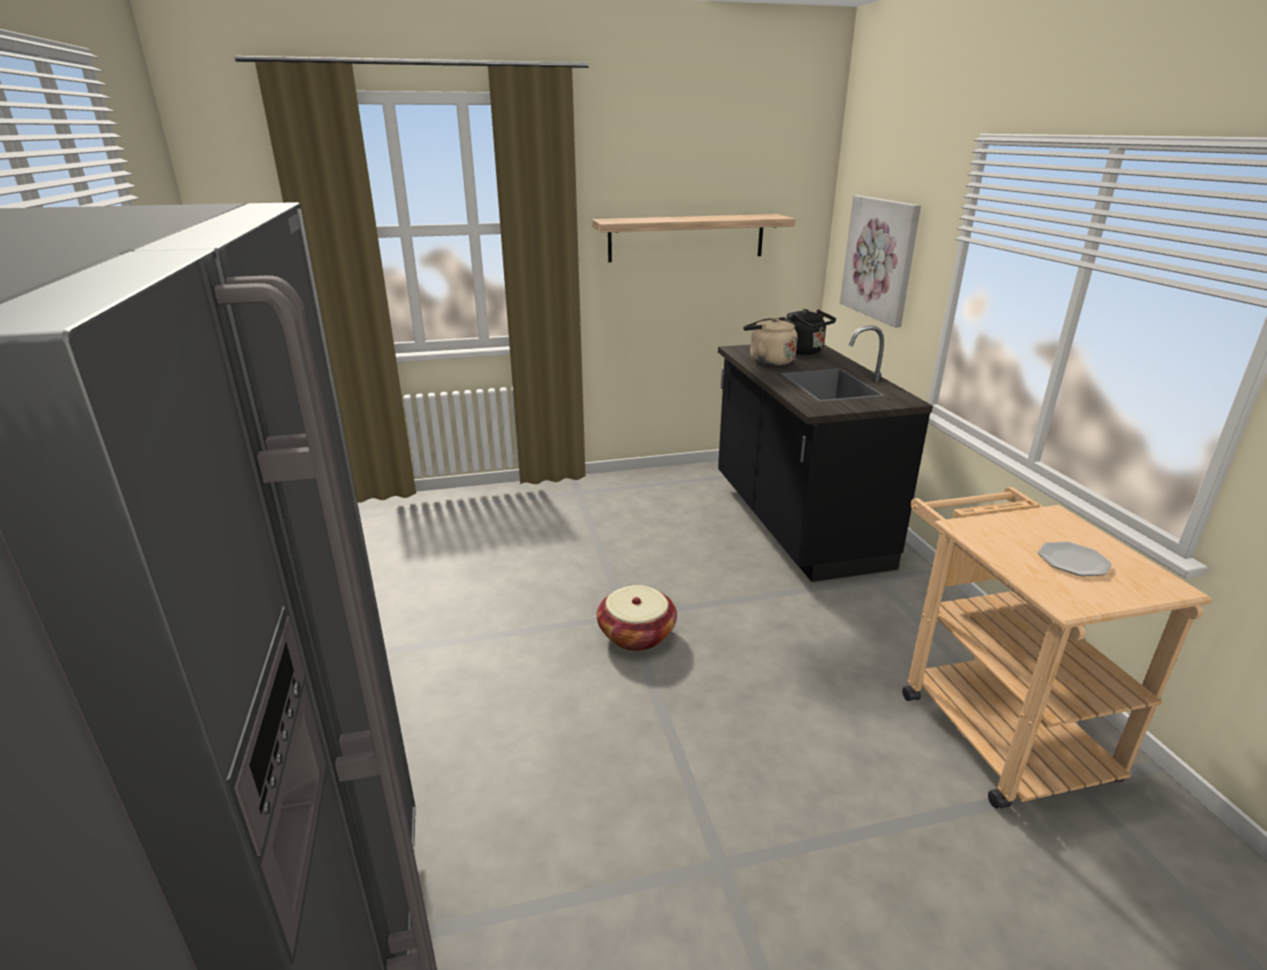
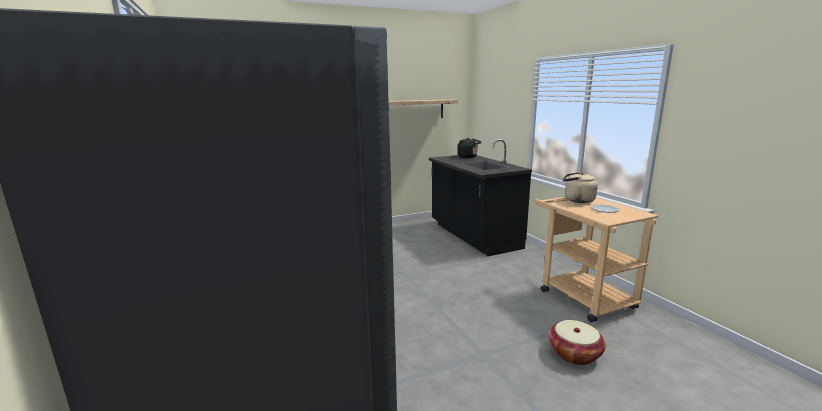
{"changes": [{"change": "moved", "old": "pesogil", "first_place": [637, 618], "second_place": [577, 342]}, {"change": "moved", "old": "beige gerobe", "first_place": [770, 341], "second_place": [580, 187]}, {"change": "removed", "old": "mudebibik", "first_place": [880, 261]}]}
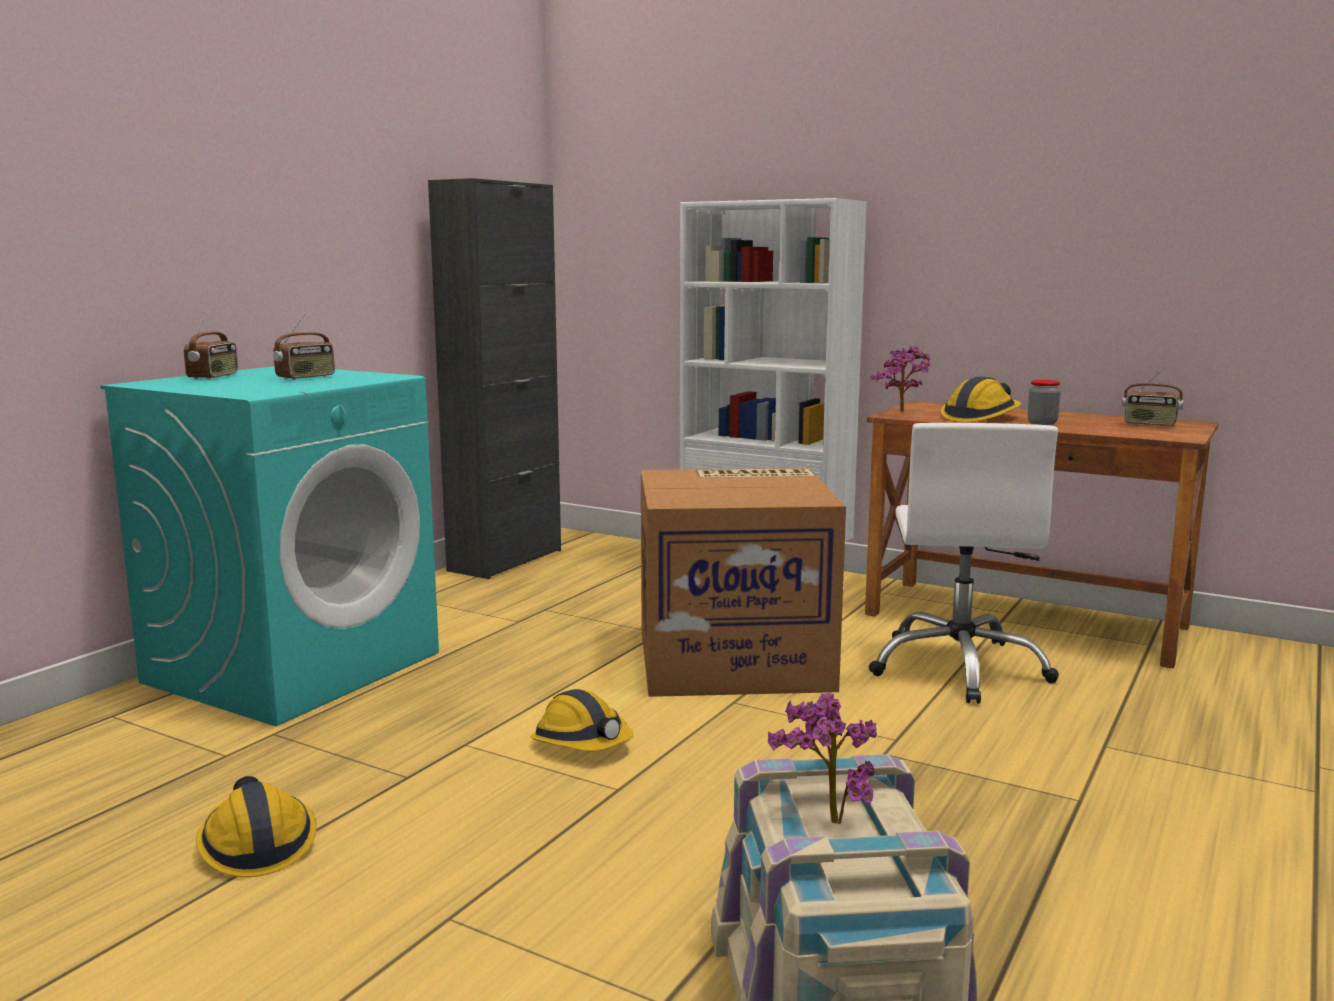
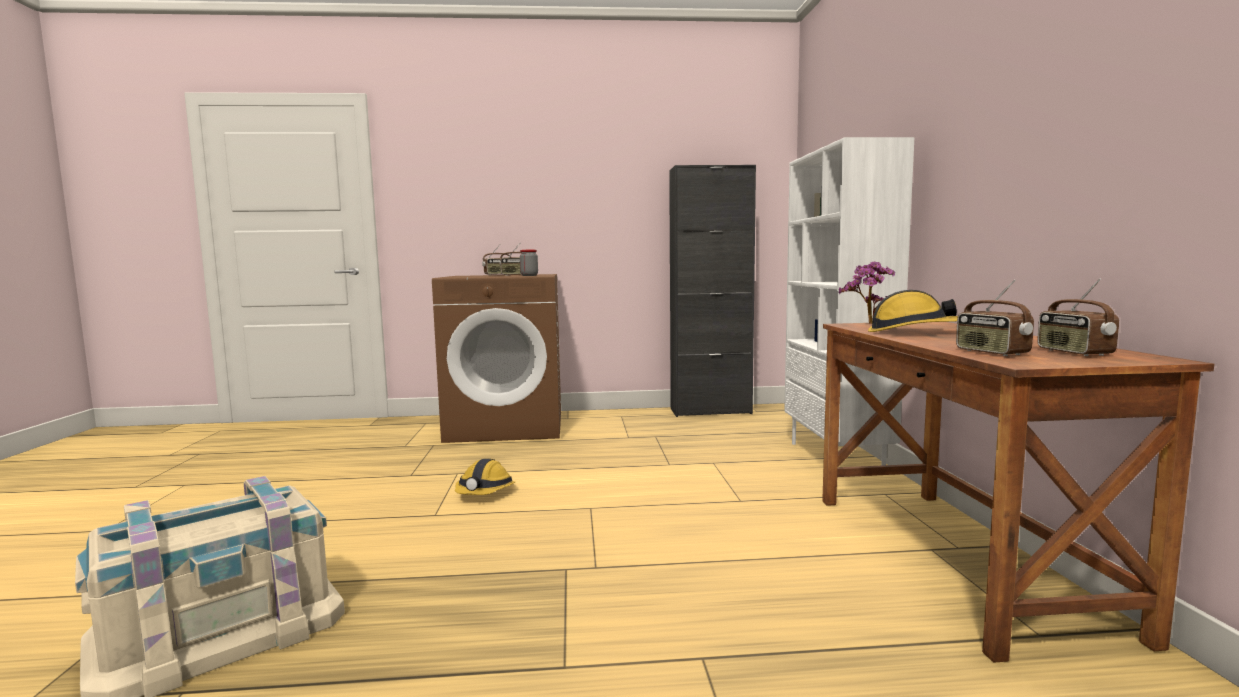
{"changes": [{"change": "recoloured", "old": "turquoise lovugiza", "new": "brown lovugiza", "first_place": [269, 546], "second_place": [496, 358]}, {"change": "removed", "old": "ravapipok", "first_place": [256, 826]}, {"change": "removed", "old": "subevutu", "first_place": [743, 582]}, {"change": "removed", "old": "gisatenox", "first_place": [822, 758]}, {"change": "removed", "old": "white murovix", "first_place": [964, 563]}, {"change": "moved", "old": "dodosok", "first_place": [1044, 402], "second_place": [529, 263]}, {"change": "added", "new": "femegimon", "second_place": [995, 317]}]}
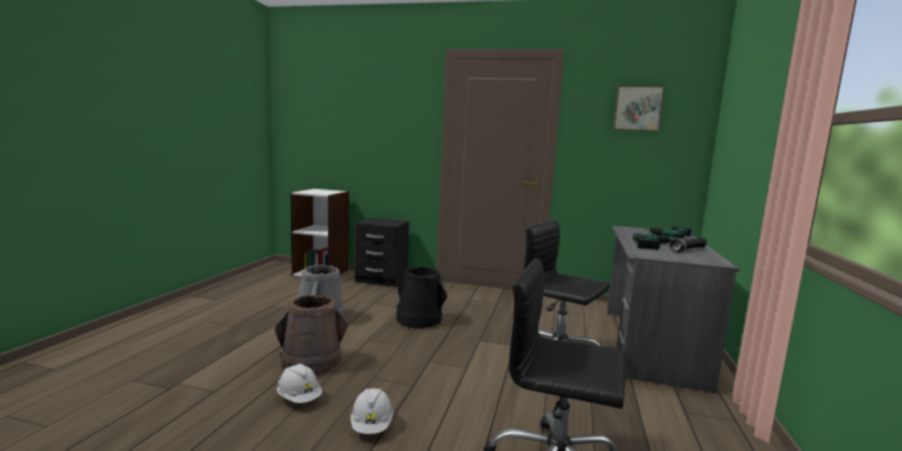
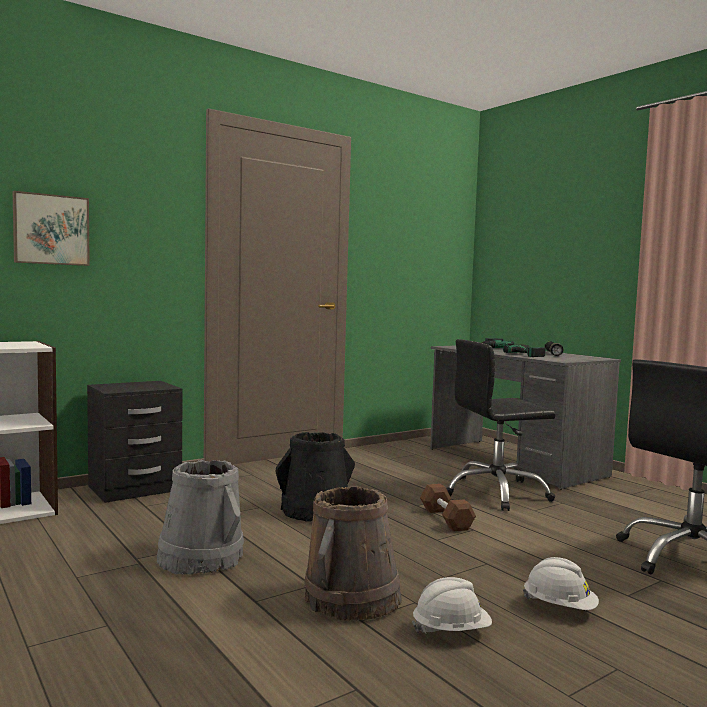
{"changes": [{"change": "moved", "old": "mudebibik", "first_place": [639, 108], "second_place": [51, 228]}, {"change": "added", "new": "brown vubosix", "second_place": [448, 507]}]}
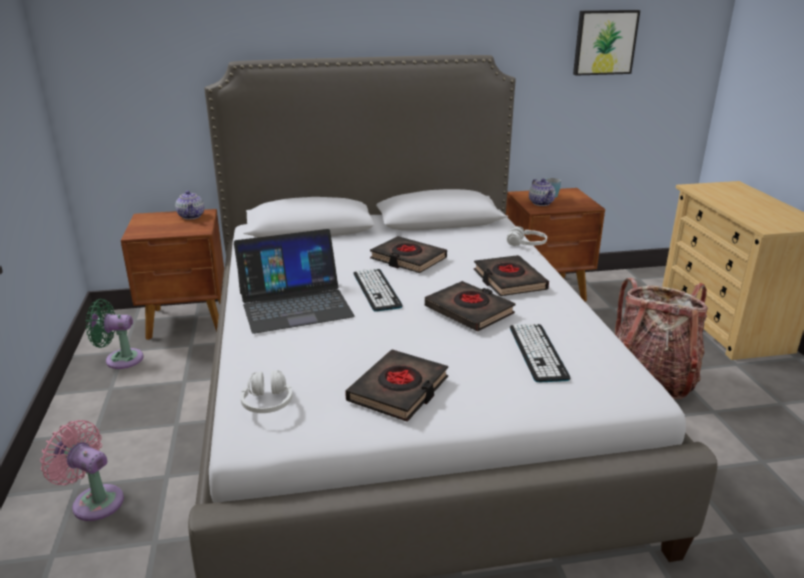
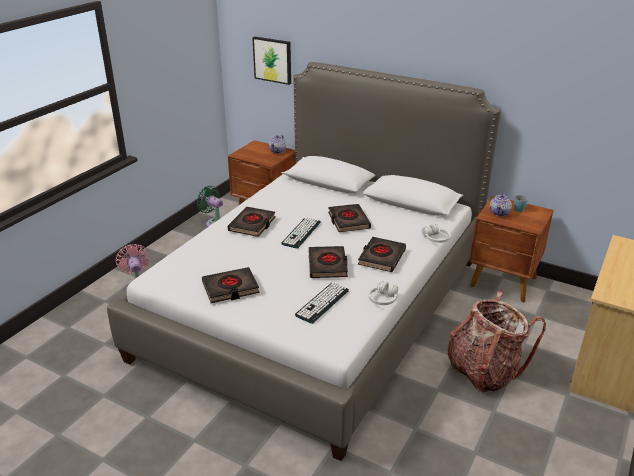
{"changes": [{"change": "replaced", "old": "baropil", "new": "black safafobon", "first_place": [294, 281], "second_place": [251, 222]}, {"change": "moved", "old": "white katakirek", "first_place": [266, 391], "second_place": [383, 293]}, {"change": "moved", "old": "mudebibik", "first_place": [606, 43], "second_place": [271, 61]}]}
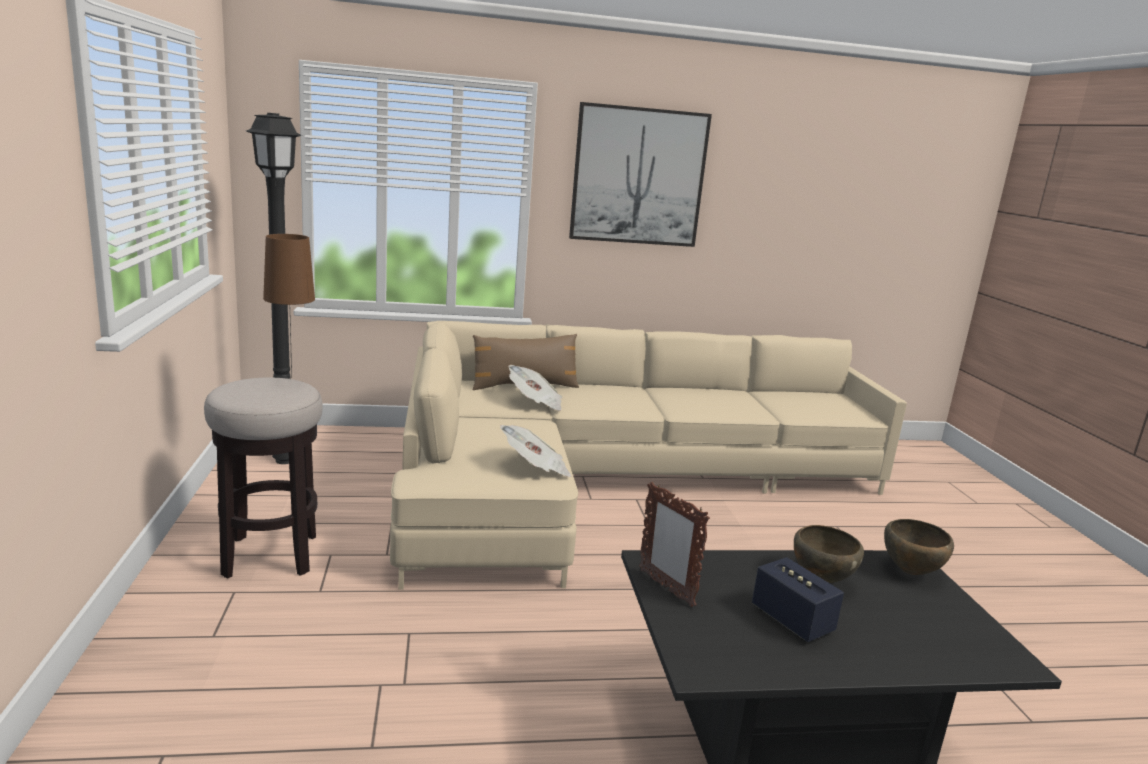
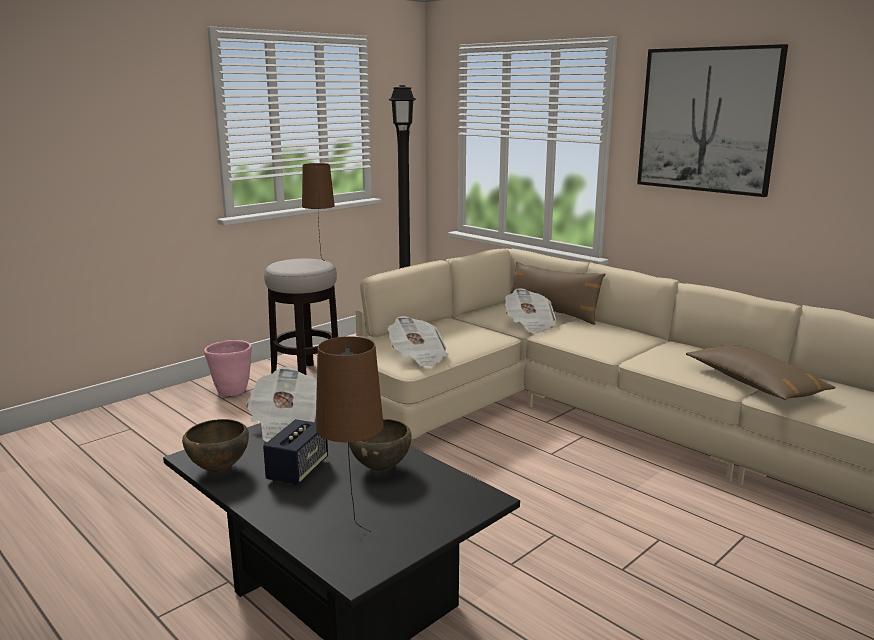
{"changes": [{"change": "replaced", "old": "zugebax", "new": "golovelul", "first_place": [674, 544], "second_place": [281, 404]}, {"change": "moved", "old": "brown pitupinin", "first_place": [919, 547], "second_place": [215, 445]}, {"change": "added", "new": "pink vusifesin", "second_place": [228, 368]}, {"change": "added", "new": "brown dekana", "second_place": [350, 434]}, {"change": "added", "new": "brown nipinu", "second_place": [761, 372]}]}
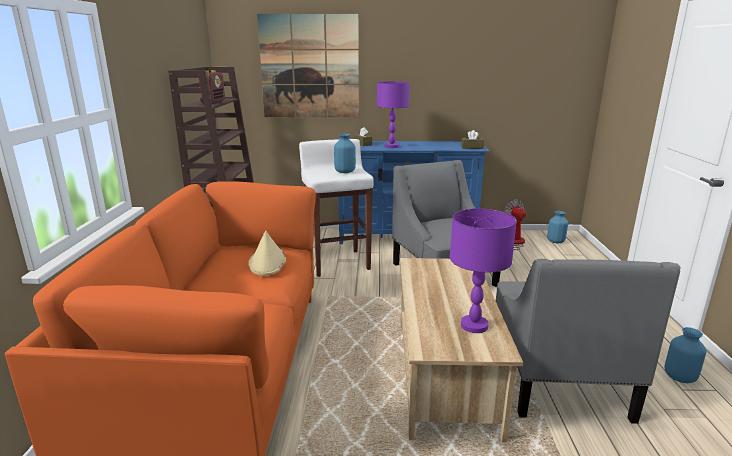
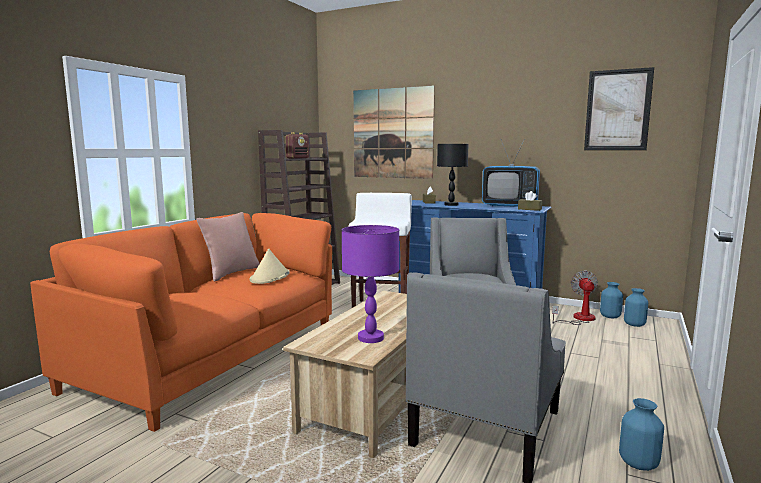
{"changes": [{"change": "moved", "old": "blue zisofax", "first_place": [345, 153], "second_place": [611, 300]}, {"change": "recoloured", "old": "purple dekana", "new": "black dekana", "first_place": [393, 114], "second_place": [452, 175]}, {"change": "added", "new": "pink nipinu", "second_place": [228, 247]}, {"change": "added", "new": "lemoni", "second_place": [511, 173]}, {"change": "added", "new": "mudebibik", "second_place": [619, 108]}]}
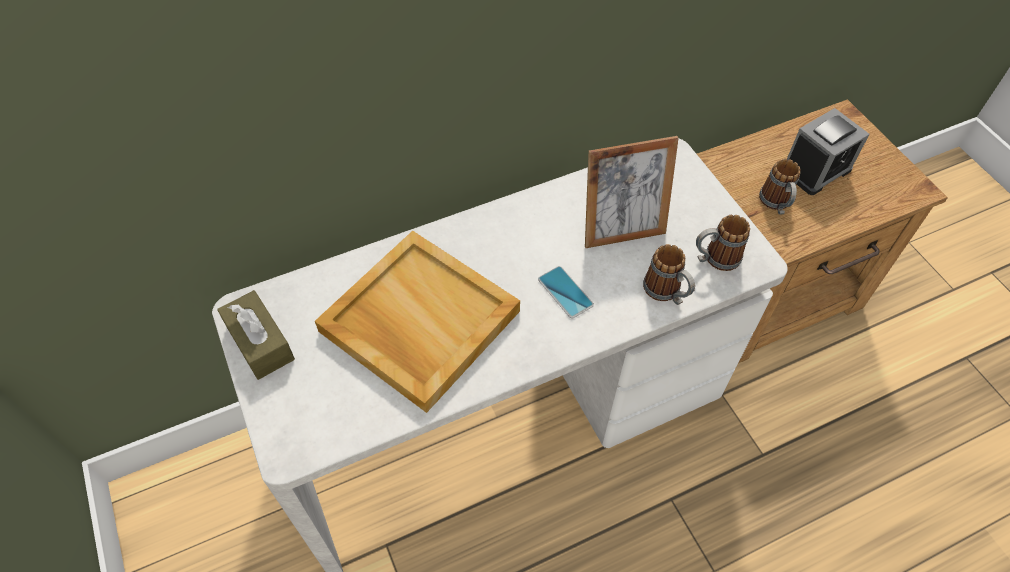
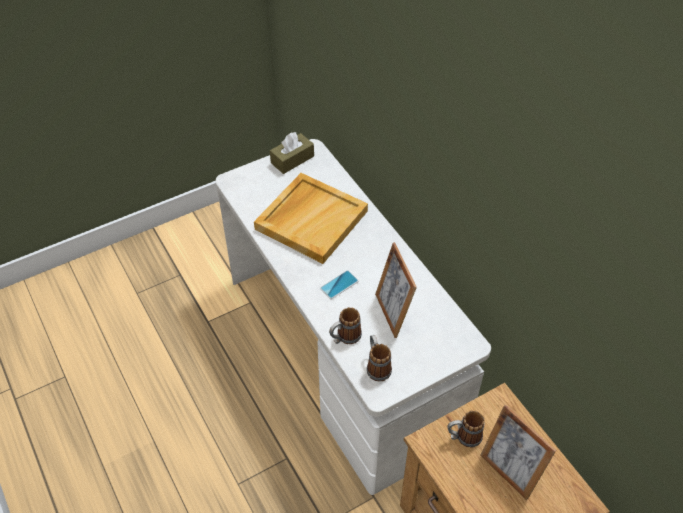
{"changes": [{"change": "replaced", "old": "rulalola", "new": "zugebax", "first_place": [828, 151], "second_place": [518, 452]}]}
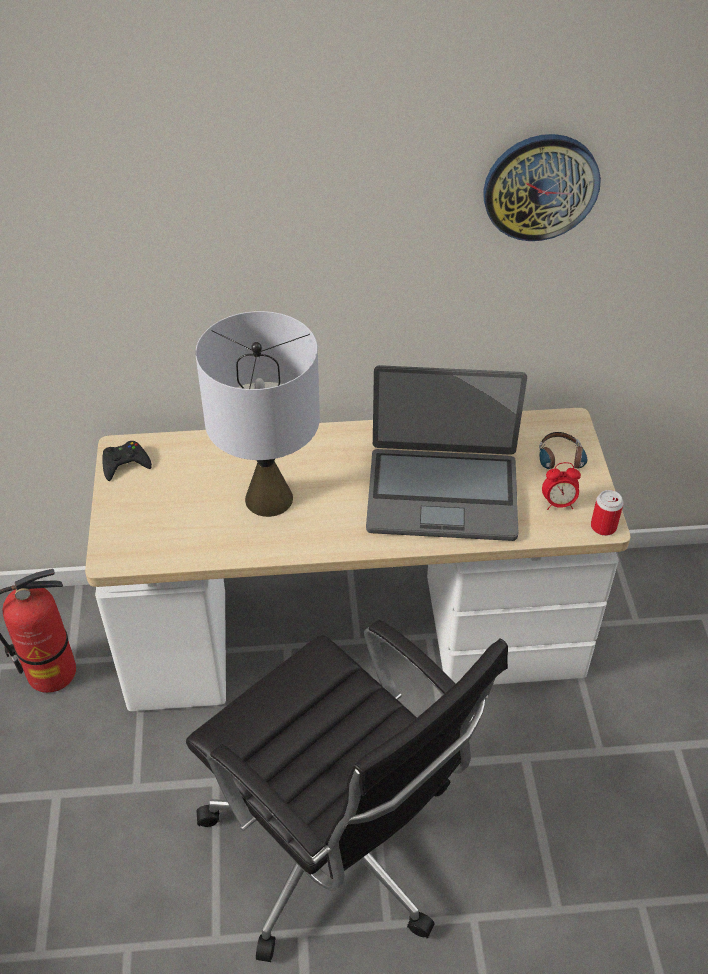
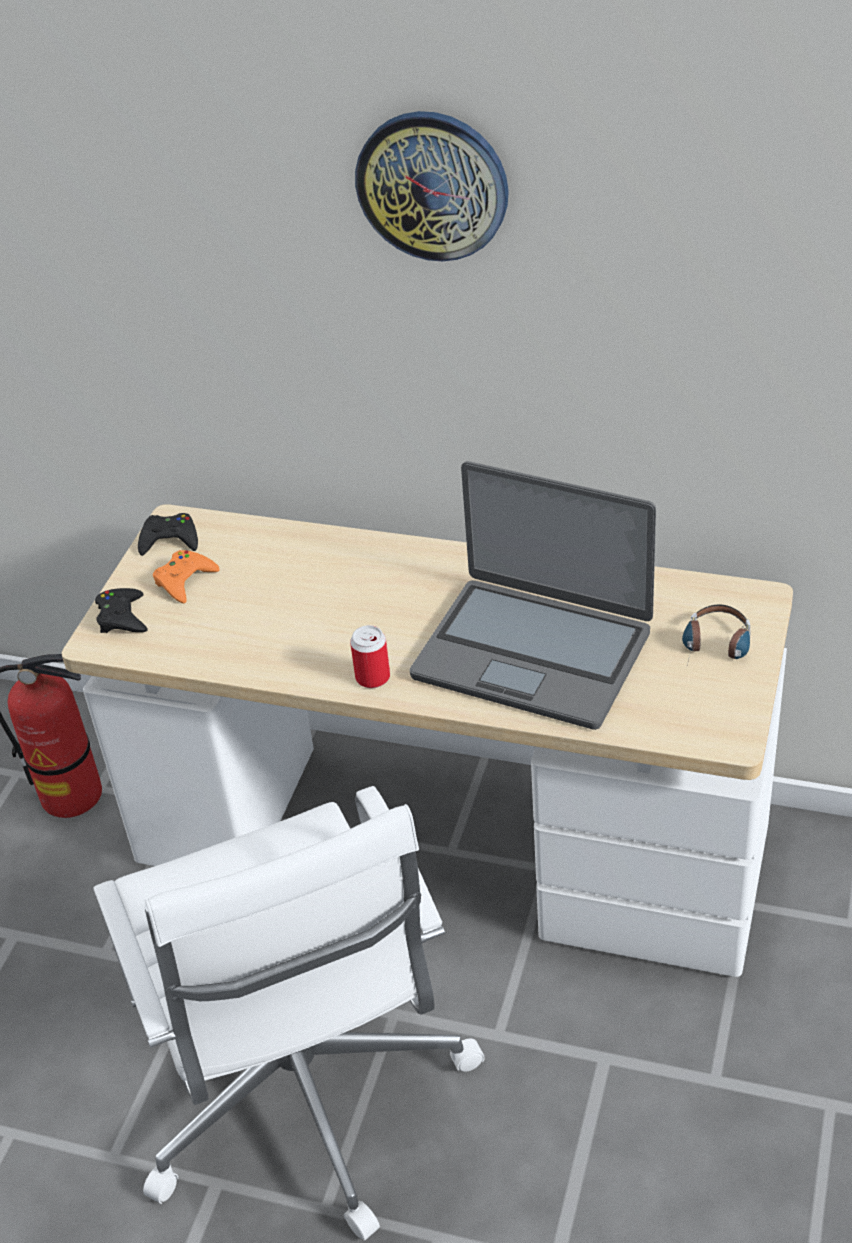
{"changes": [{"change": "recoloured", "old": "black murovix", "new": "white murovix", "first_place": [347, 791], "second_place": [289, 1013]}, {"change": "removed", "old": "grey dekana", "first_place": [257, 414]}, {"change": "moved", "old": "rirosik", "first_place": [542, 187], "second_place": [432, 186]}, {"change": "removed", "old": "rulalola", "first_place": [561, 486]}, {"change": "moved", "old": "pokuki", "first_place": [607, 513], "second_place": [370, 656]}, {"change": "added", "new": "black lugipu", "second_place": [121, 610]}, {"change": "added", "new": "orange lugipu", "second_place": [186, 576]}]}
